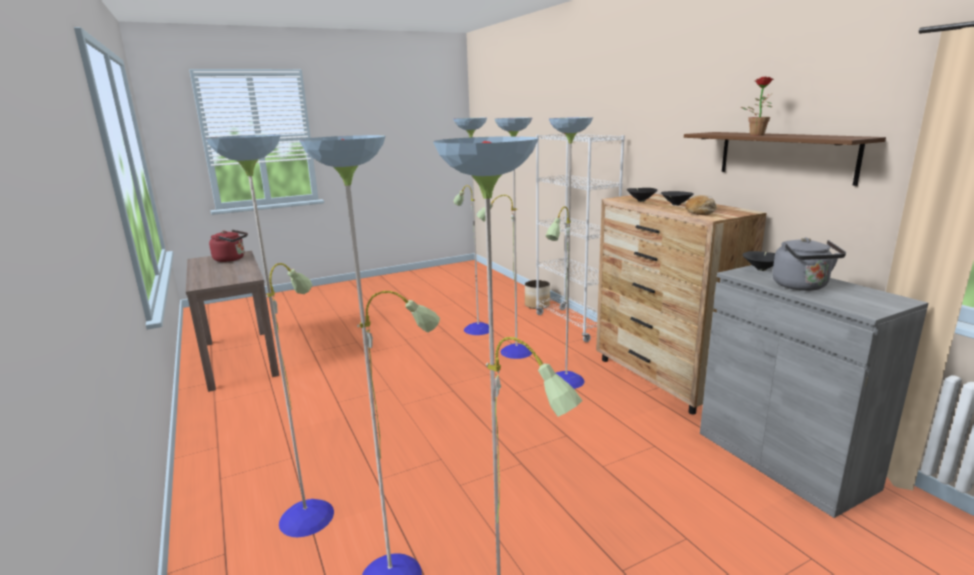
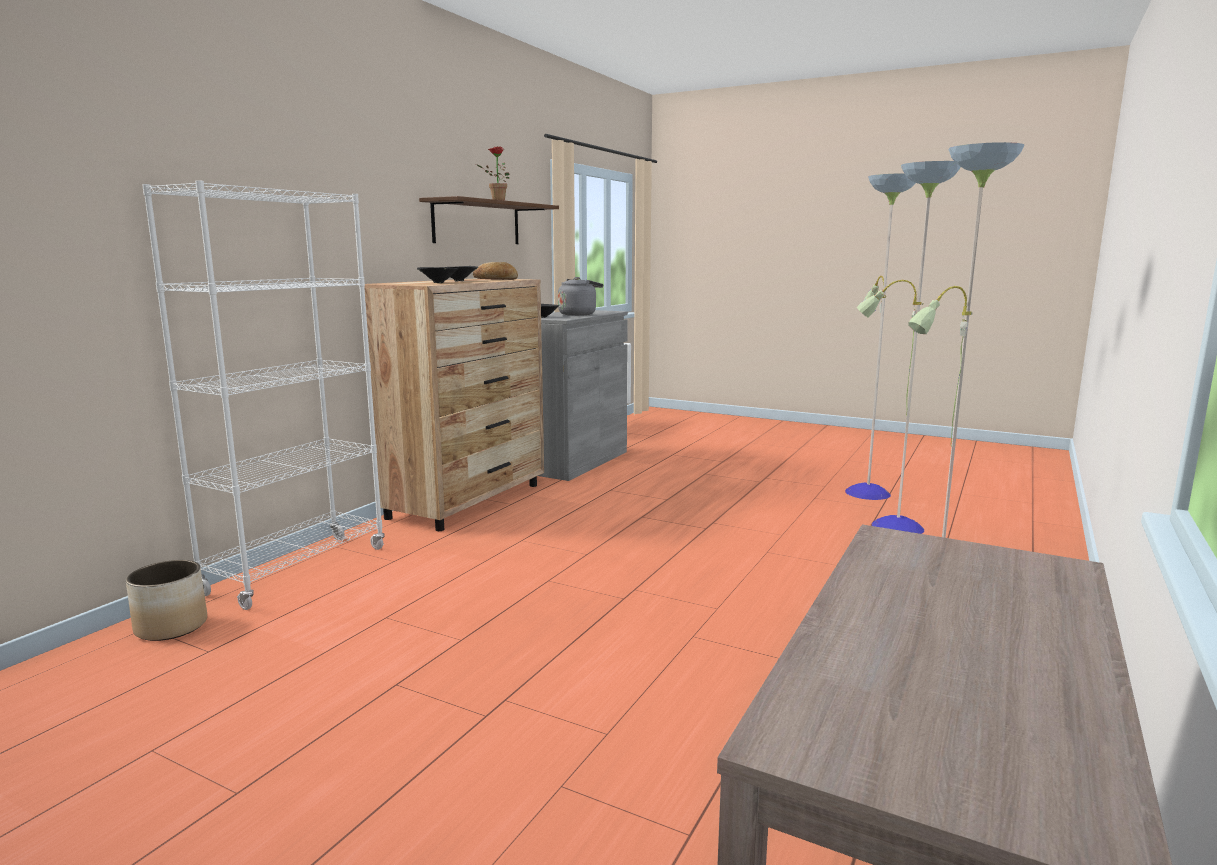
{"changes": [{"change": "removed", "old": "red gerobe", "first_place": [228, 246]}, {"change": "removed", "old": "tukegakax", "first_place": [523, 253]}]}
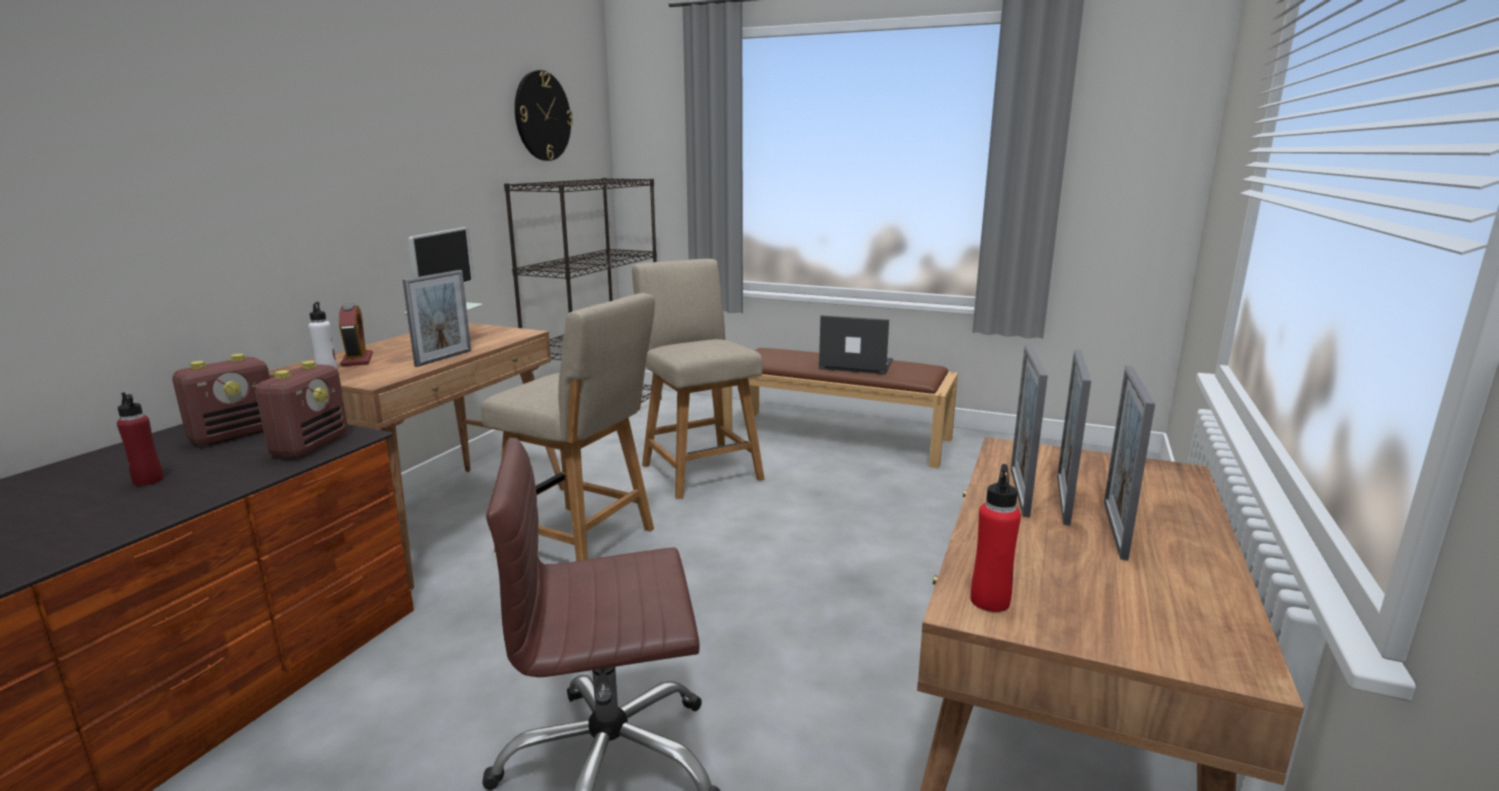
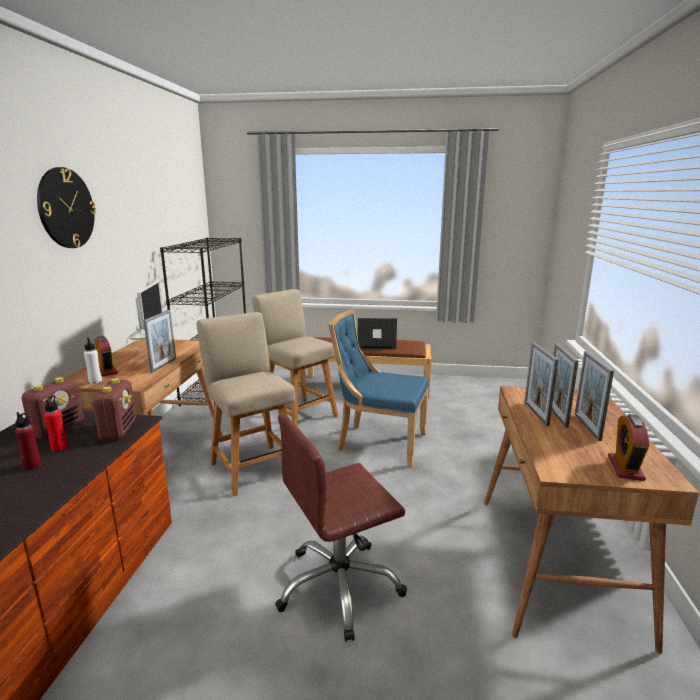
{"changes": [{"change": "turned", "old": "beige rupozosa", "first_place": [568, 427], "second_place": [246, 404], "degrees": -135}, {"change": "moved", "old": "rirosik", "first_place": [544, 115], "second_place": [66, 207]}, {"change": "moved", "old": "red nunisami", "first_place": [996, 538], "second_place": [56, 423]}, {"change": "added", "new": "blue rupozosa", "second_place": [379, 389]}, {"change": "added", "new": "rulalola", "second_place": [628, 447]}]}
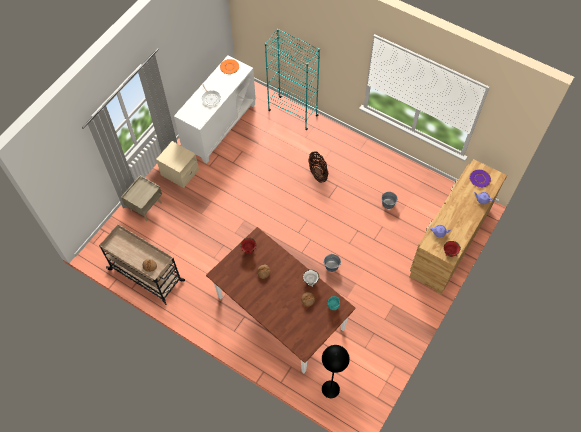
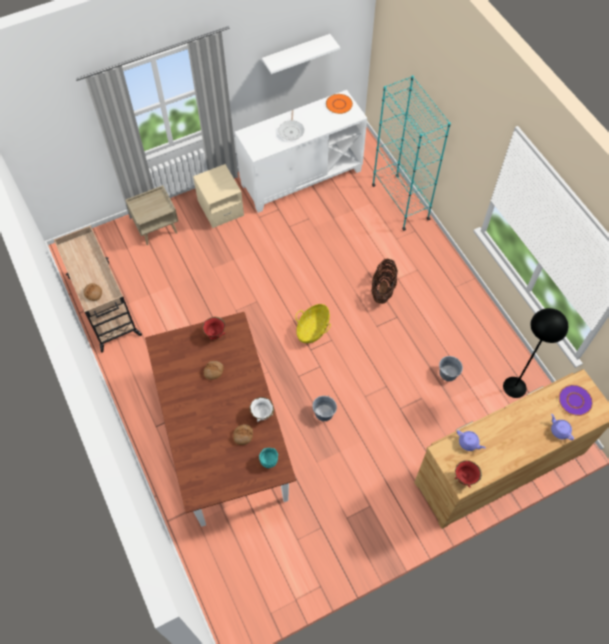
{"changes": [{"change": "moved", "old": "black tukegakax", "first_place": [336, 371], "second_place": [535, 353]}, {"change": "added", "new": "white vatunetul", "second_place": [301, 54]}, {"change": "added", "new": "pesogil", "second_place": [313, 323]}]}
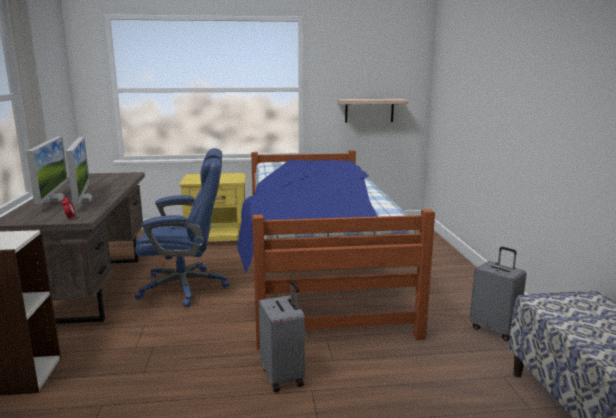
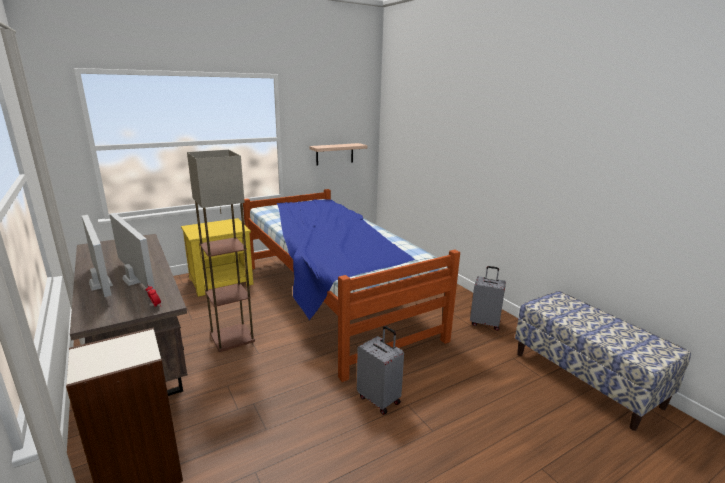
{"changes": [{"change": "replaced", "old": "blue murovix", "new": "tukegakax", "first_place": [182, 227], "second_place": [221, 251]}]}
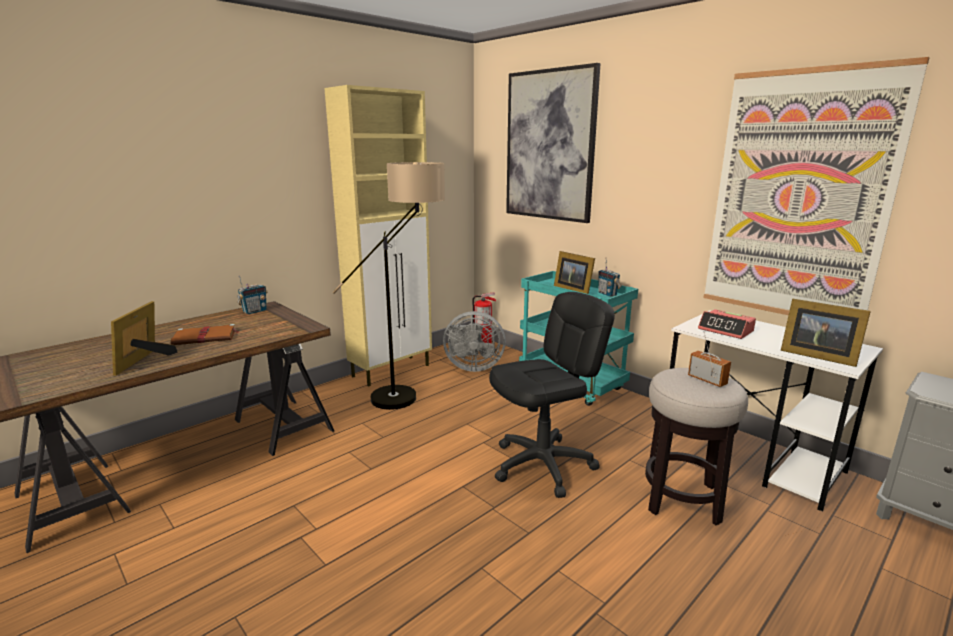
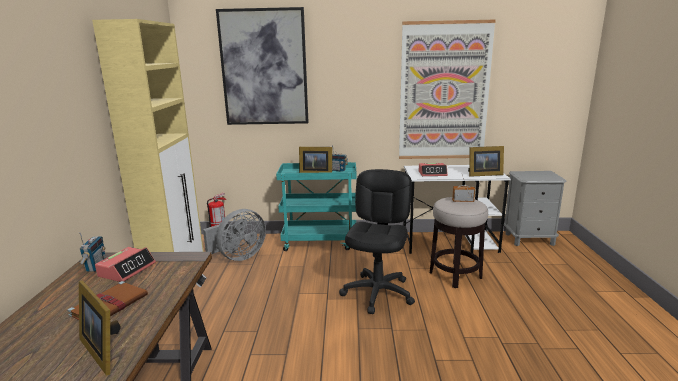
{"changes": [{"change": "removed", "old": "tukegakax", "first_place": [388, 286]}, {"change": "added", "new": "rulalola", "second_place": [125, 264]}]}
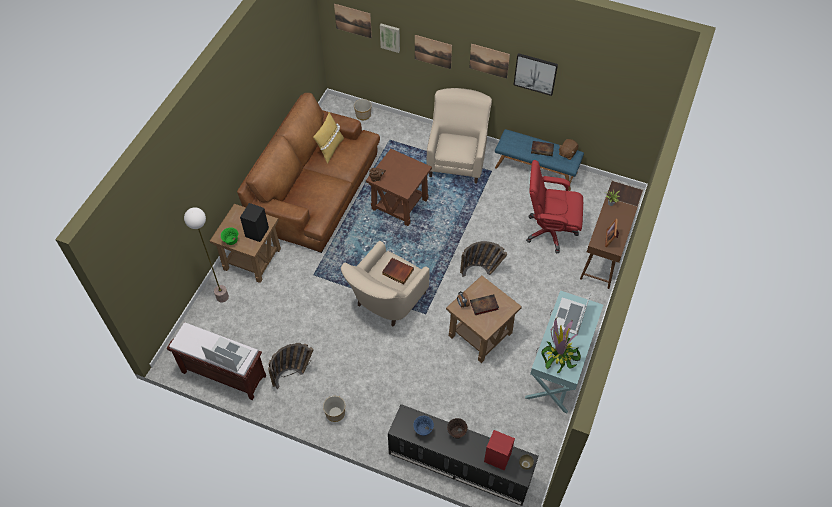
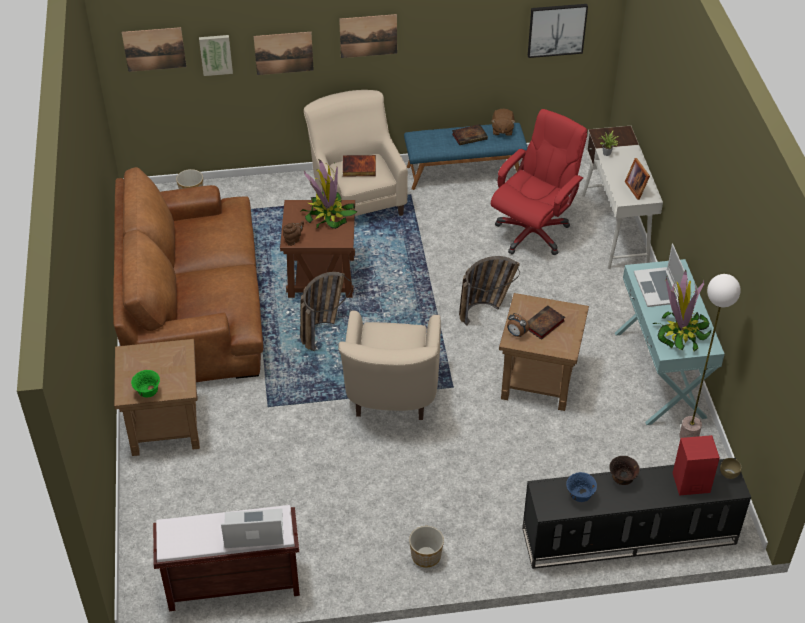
{"changes": [{"change": "moved", "old": "tukegakax", "first_place": [206, 255], "second_place": [710, 356]}, {"change": "removed", "old": "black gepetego", "first_place": [254, 222]}, {"change": "moved", "old": "pesogil", "first_place": [291, 366], "second_place": [326, 312]}, {"change": "removed", "old": "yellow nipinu", "first_place": [328, 138]}, {"change": "moved", "old": "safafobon", "first_place": [398, 271], "second_place": [359, 166]}, {"change": "moved", "old": "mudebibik", "first_place": [536, 74], "second_place": [558, 31]}, {"change": "turned", "old": "red murovix", "first_place": [554, 206], "second_place": [539, 182], "degrees": 150}, {"change": "recoloured", "old": "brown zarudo", "new": "white zarudo", "first_place": [611, 235], "second_place": [622, 197]}, {"change": "added", "new": "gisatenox", "second_place": [329, 194]}]}
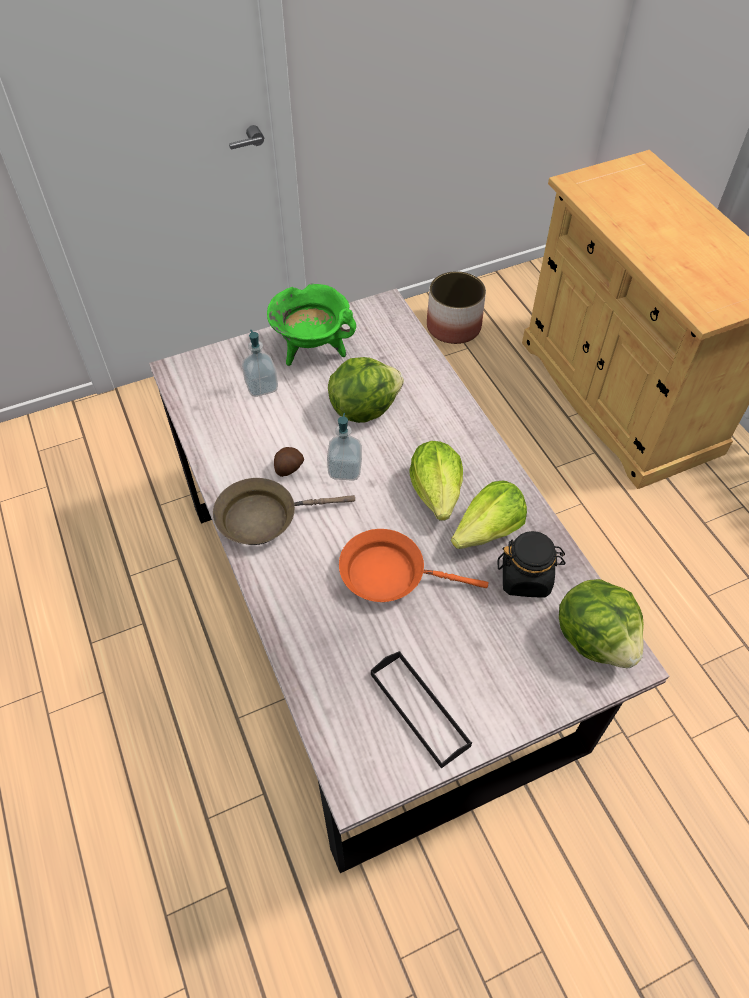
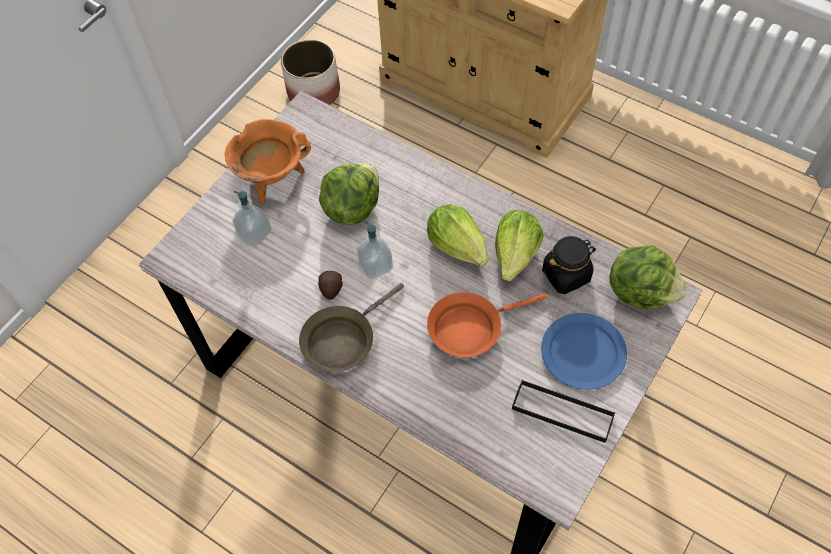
{"changes": [{"change": "recoloured", "old": "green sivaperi", "new": "orange sivaperi", "first_place": [311, 325], "second_place": [268, 161]}, {"change": "added", "new": "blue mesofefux", "second_place": [584, 351]}]}
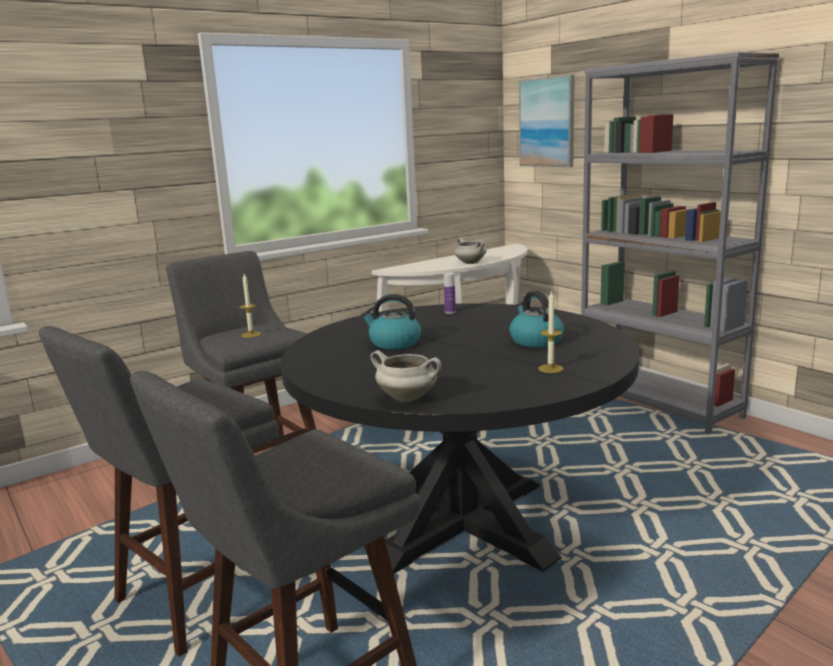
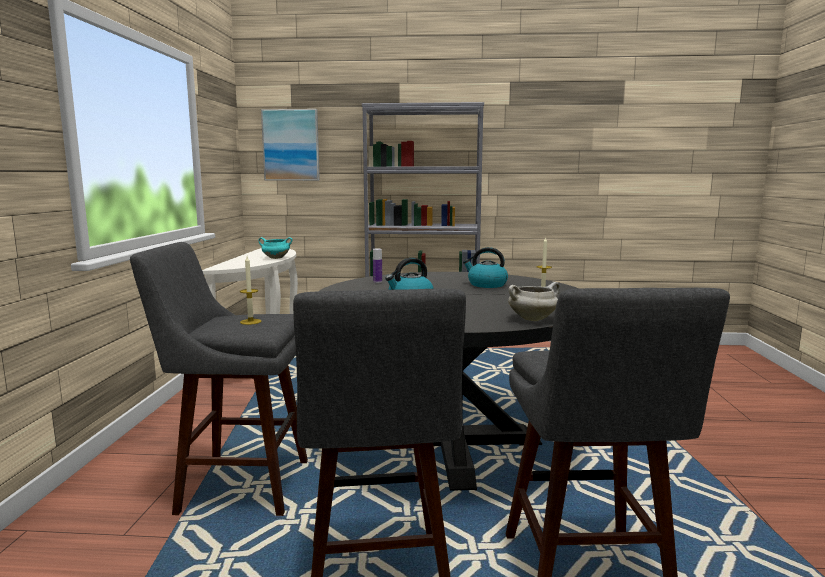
{"changes": [{"change": "recoloured", "old": "white sivaperi", "new": "turquoise sivaperi", "first_place": [470, 251], "second_place": [275, 248]}]}
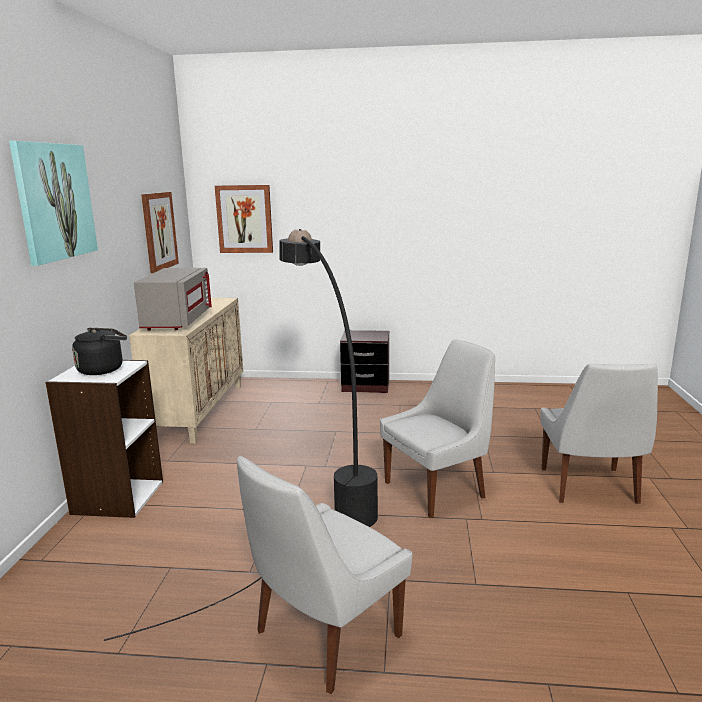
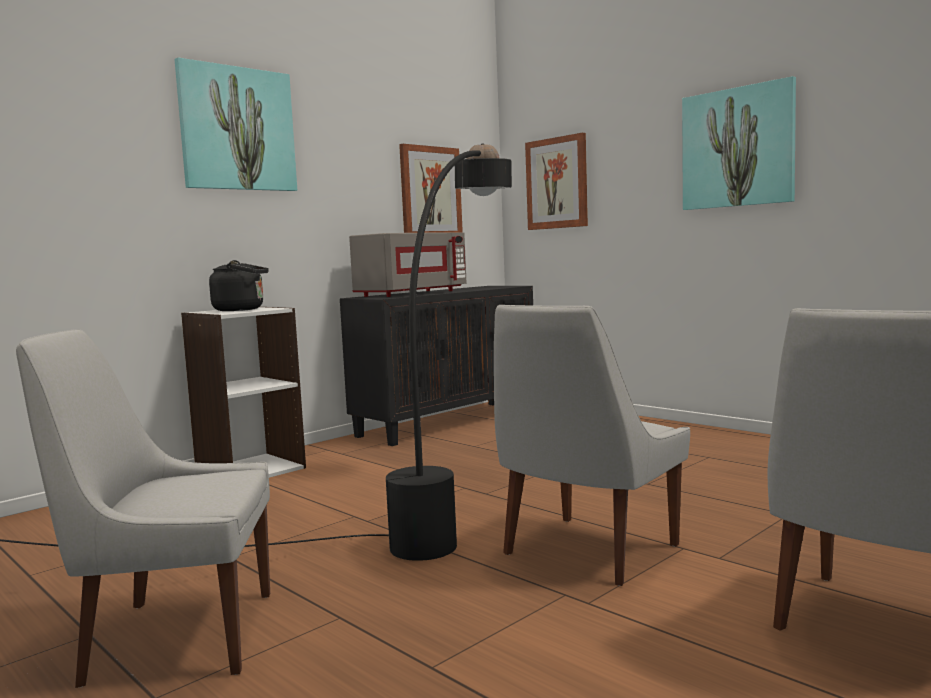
{"changes": [{"change": "recoloured", "old": "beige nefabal", "new": "black nefabal", "first_place": [186, 371], "second_place": [436, 366]}, {"change": "removed", "old": "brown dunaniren", "first_place": [364, 361]}, {"change": "turned", "old": "white rupozosa", "first_place": [437, 428], "second_place": [592, 445], "degrees": 120}, {"change": "added", "new": "mudebibik", "second_place": [739, 143]}]}
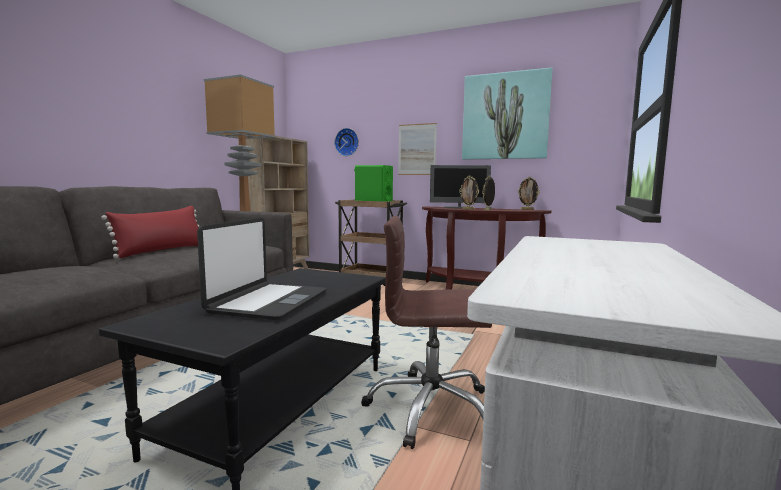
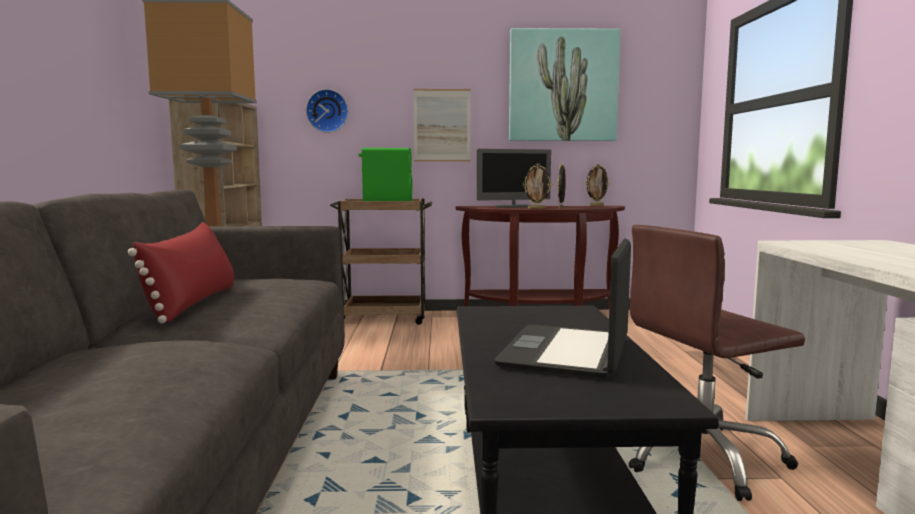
{"changes": [{"change": "turned", "old": "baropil", "first_place": [262, 269], "second_place": [562, 308], "degrees": -150}]}
